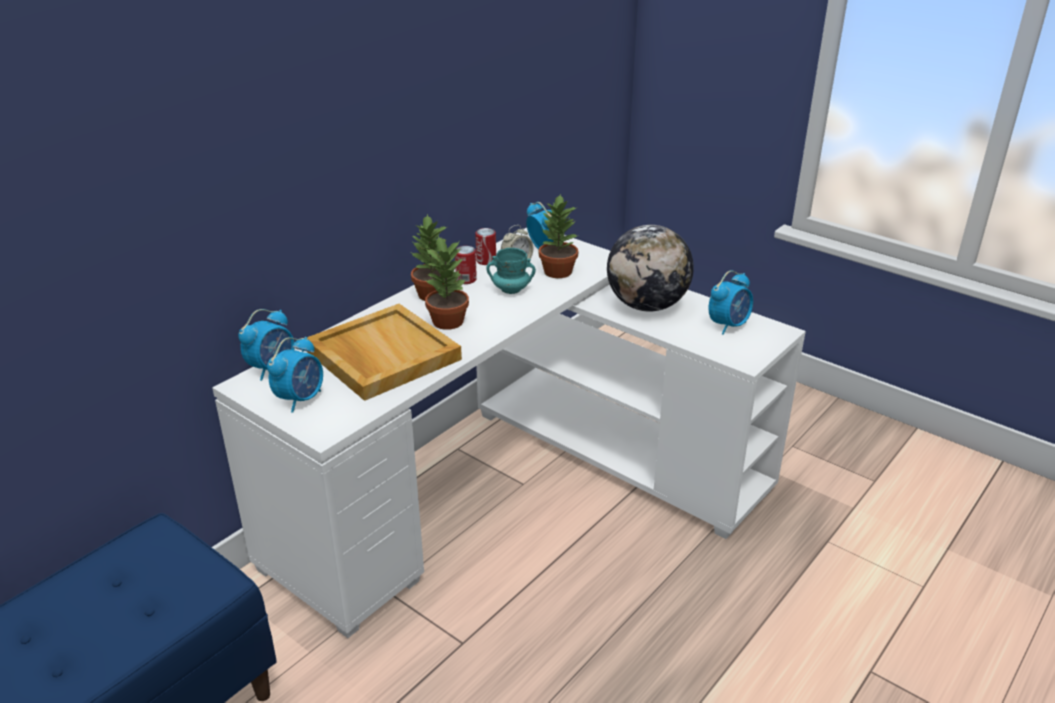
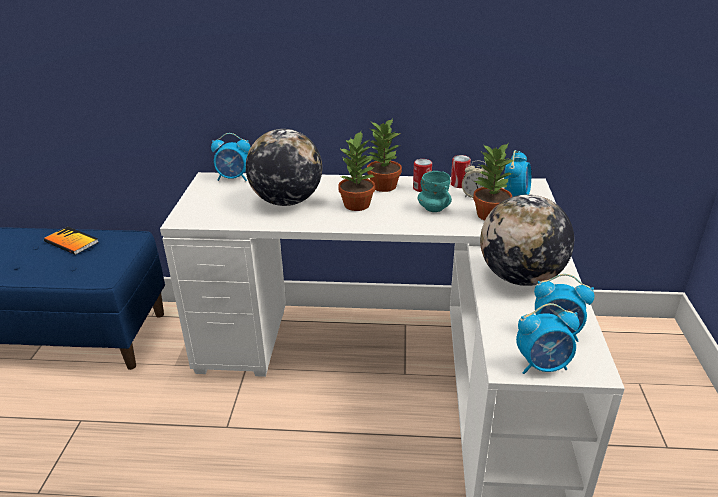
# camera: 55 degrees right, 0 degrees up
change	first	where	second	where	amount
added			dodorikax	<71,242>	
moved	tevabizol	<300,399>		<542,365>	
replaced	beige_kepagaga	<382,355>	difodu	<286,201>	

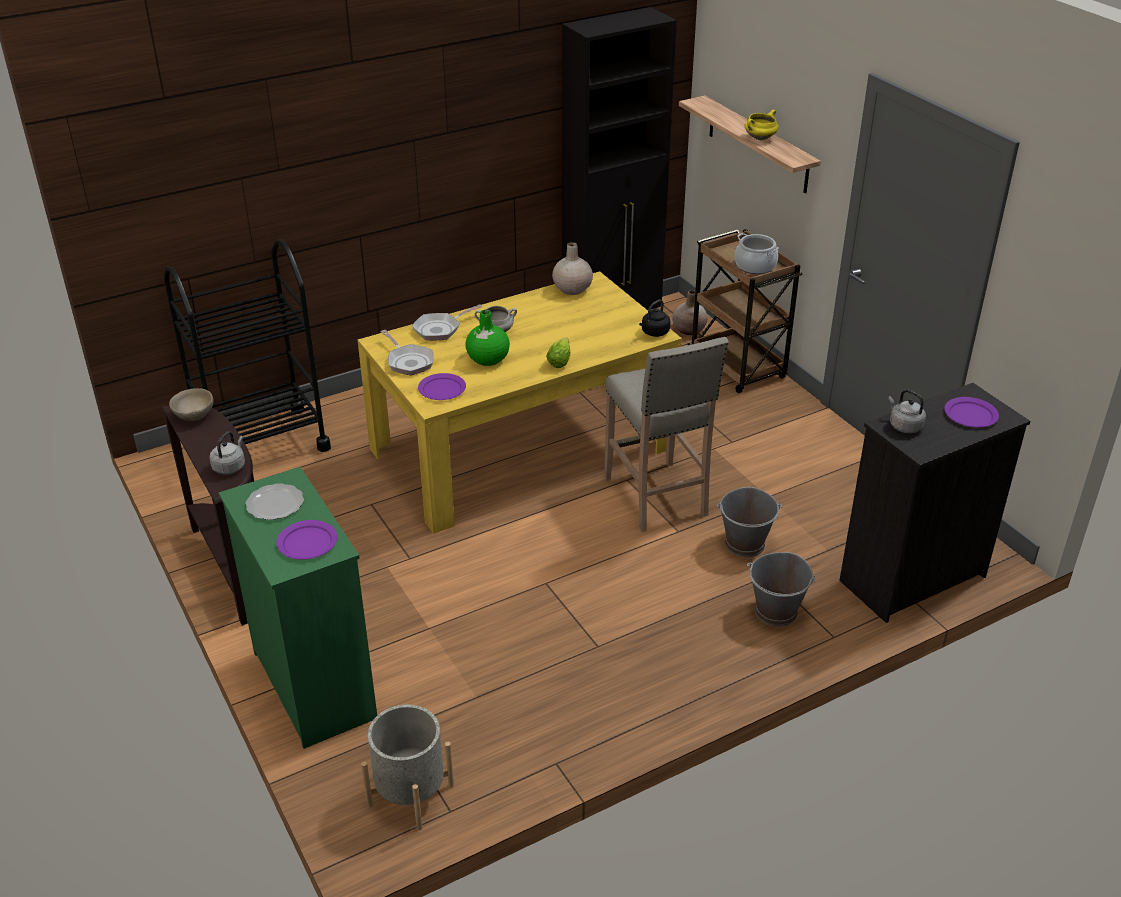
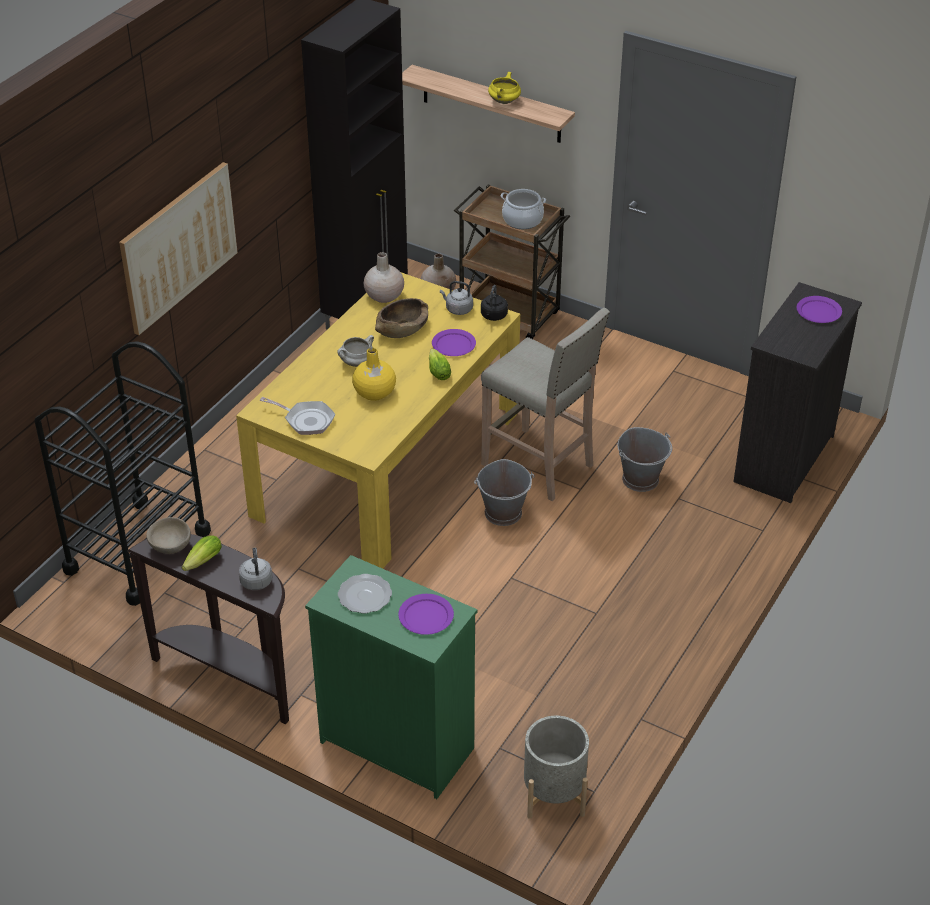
# camera: 30 degrees left, 5 degrees up
change	first	where	second	where	amount
removed	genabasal	<440,329>			
added			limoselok	<179,246>	
added			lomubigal	<201,563>	
added			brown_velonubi	<402,329>	
moved	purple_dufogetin	<442,389>		<454,344>	
moved	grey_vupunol	<776,612>		<504,513>	
moved	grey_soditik	<904,426>		<457,309>	
recoloured	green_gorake	<487,359>	yellow_gorake	<374,392>	

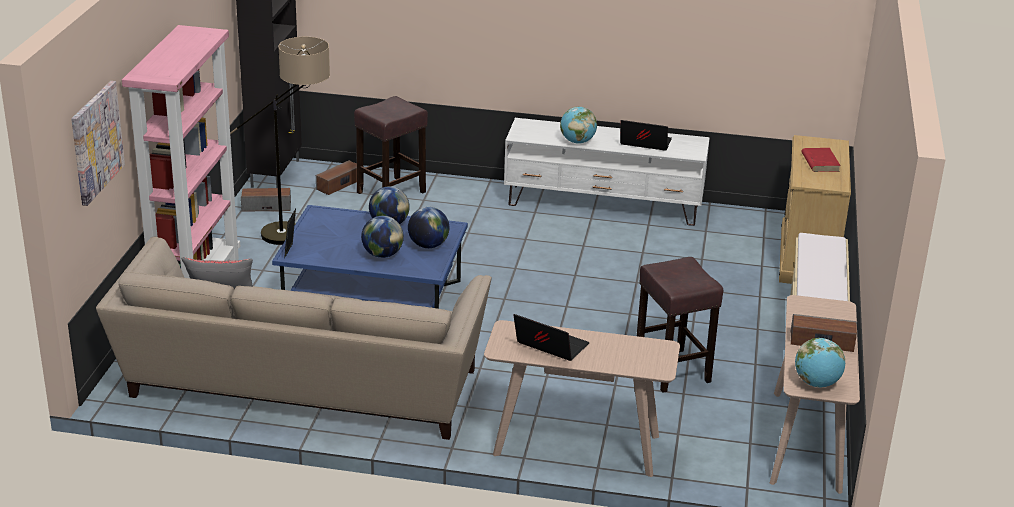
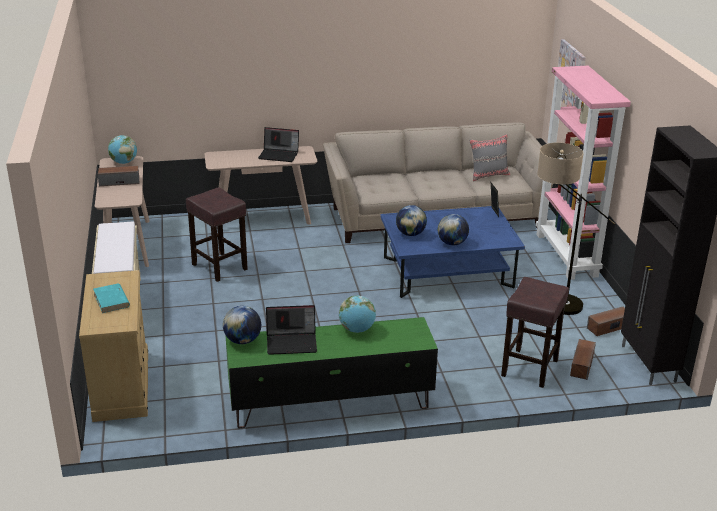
# camera: 160 degrees right, 0 degrees up
change	first	where	second	where	amount
moved	difodu	<382,254>		<242,340>	
recoloured	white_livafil	<604,204>	green_livafil	<330,402>	
recoloured	red_dodorikax	<820,162>	turquoise_dodorikax	<111,300>	

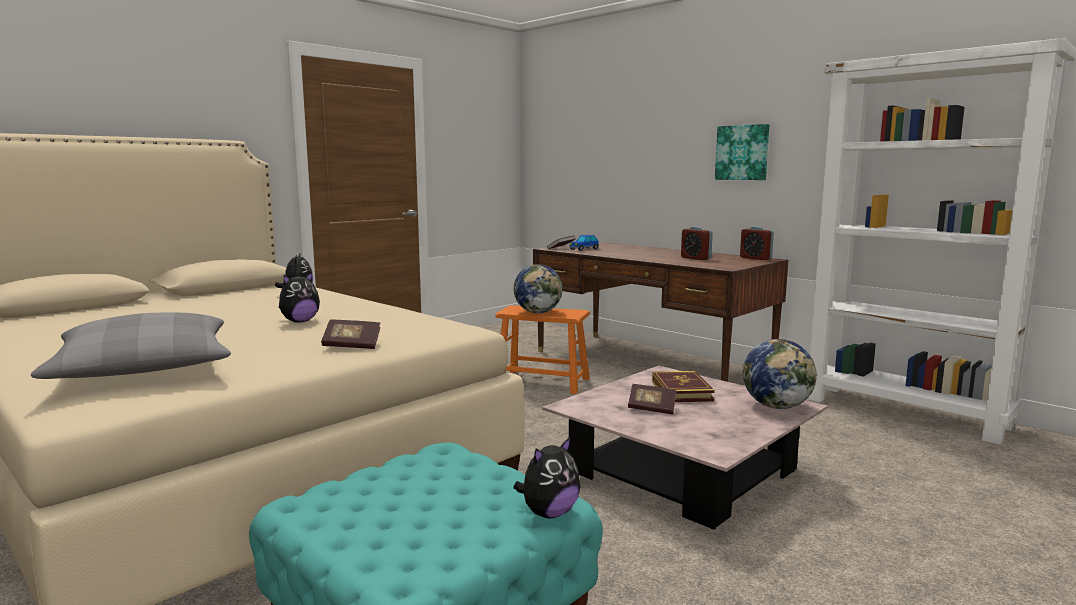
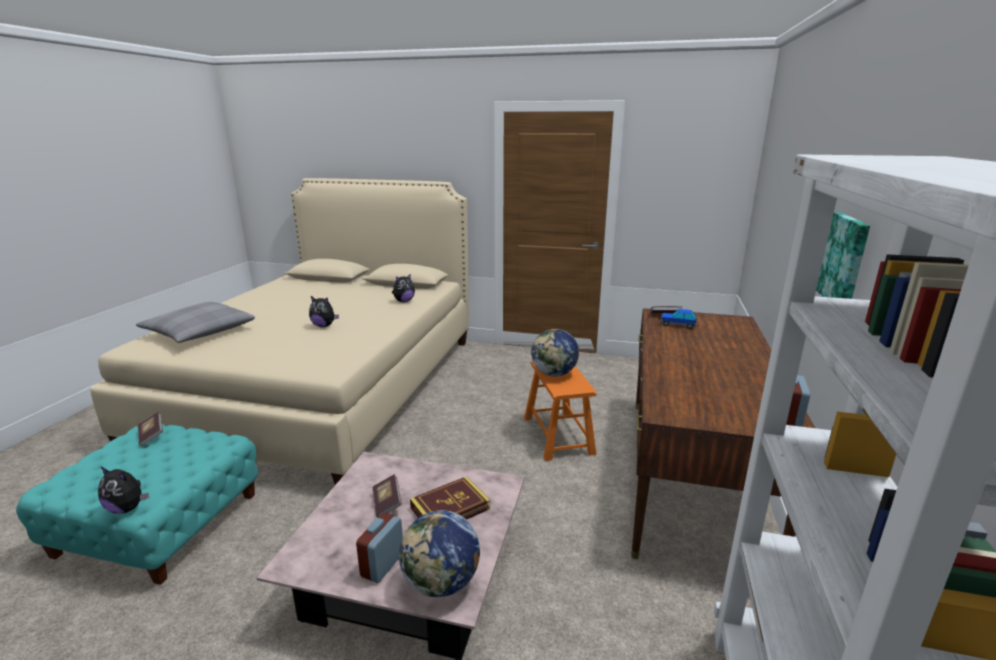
# camera: 60 degrees right, 10 degrees up
change	first	where	second	where	amount
moved	dodorikax	<352,345>		<152,435>	
moved	tevabizol	<695,258>		<382,565>	

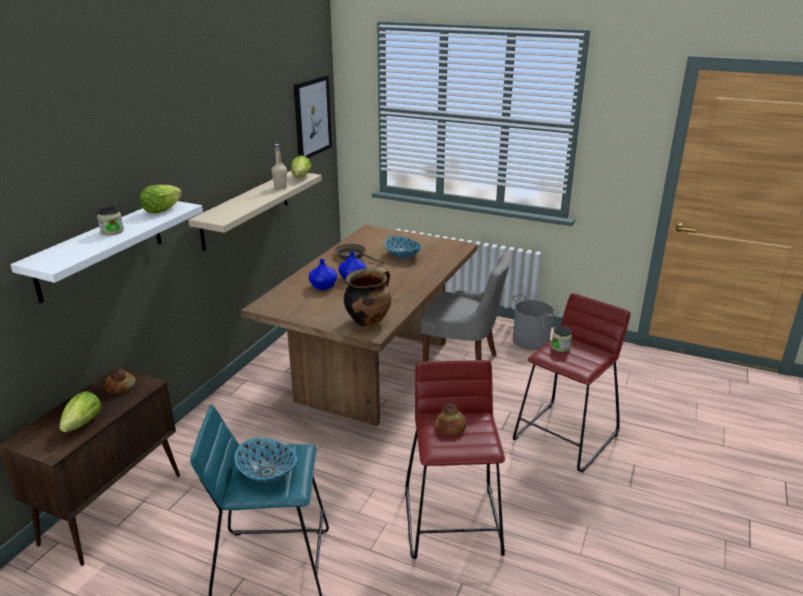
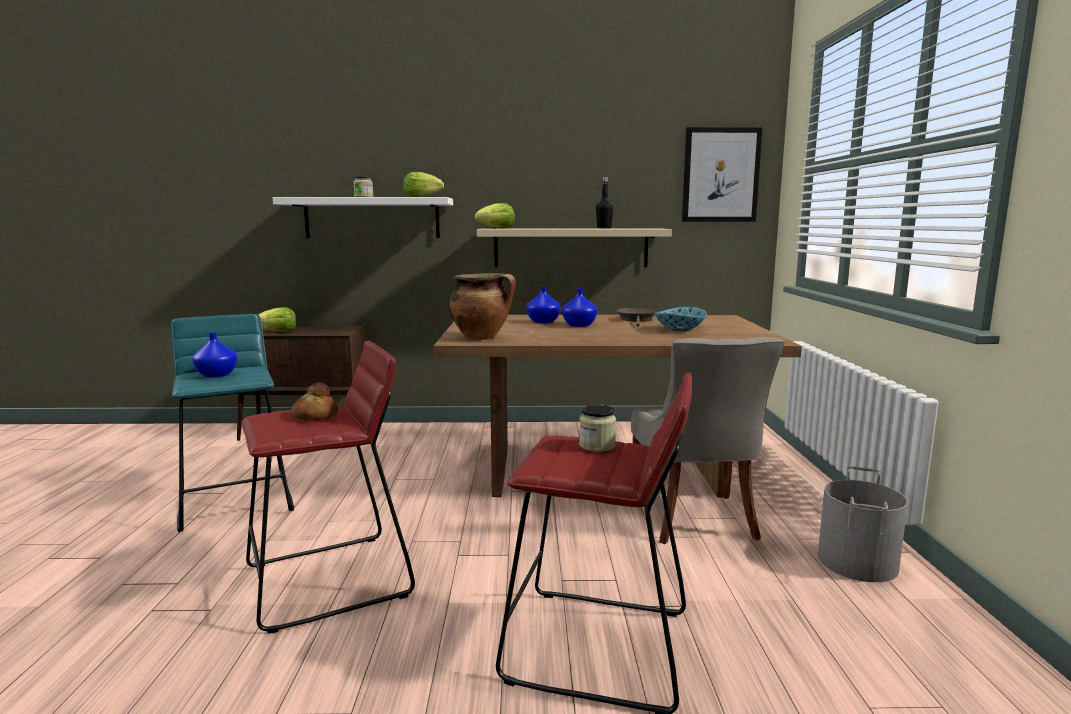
# camera: 65 degrees right, 15 degrees down
change	first	where	second	where	amount
removed	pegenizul	<120,386>			
moved	lomubigal	<301,177>		<497,228>	
replaced	velonubi	<267,473>	blue_gorake	<215,375>	
recoloured	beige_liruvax	<280,187>	black_liruvax	<604,228>	

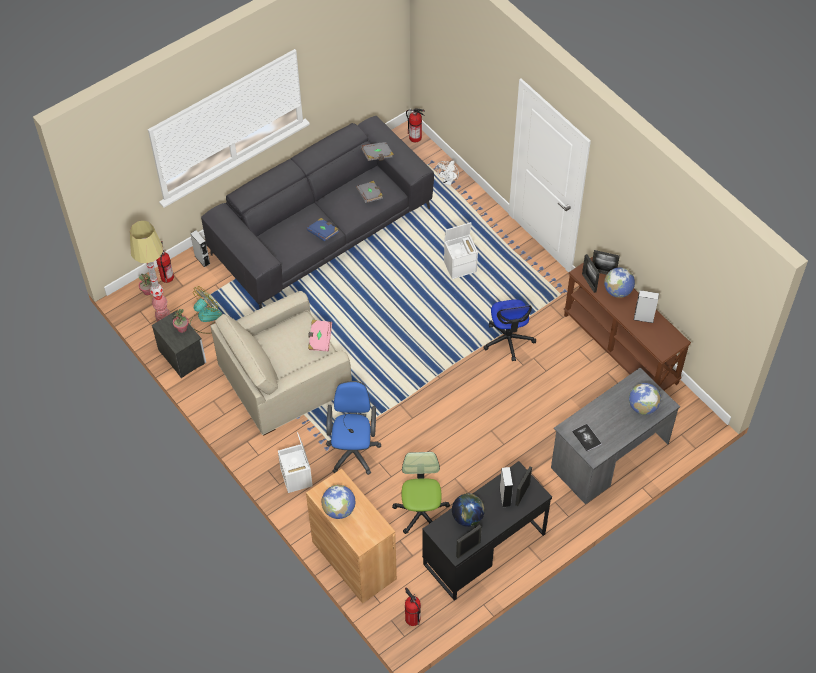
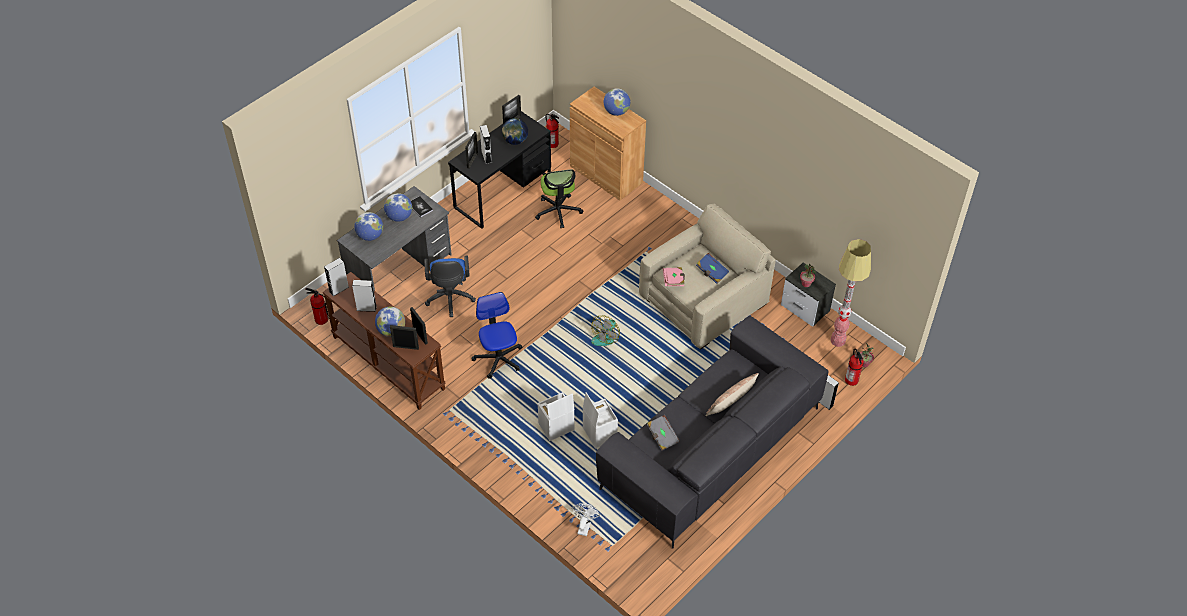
# camera: 170 degrees right, 5 degrees down
change	first	where	second	where	amount
removed	grey_dodorikax	<377,155>			
added			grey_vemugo	<339,289>	
added			difodu	<399,217>	
added			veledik	<731,402>	
moved	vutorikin	<205,318>		<606,336>	
moved	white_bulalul	<297,477>		<599,433>	
moved	blue_dodorikax	<323,233>		<711,272>	
moved	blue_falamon	<353,449>		<450,299>	
moved	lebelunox	<416,137>		<320,319>	

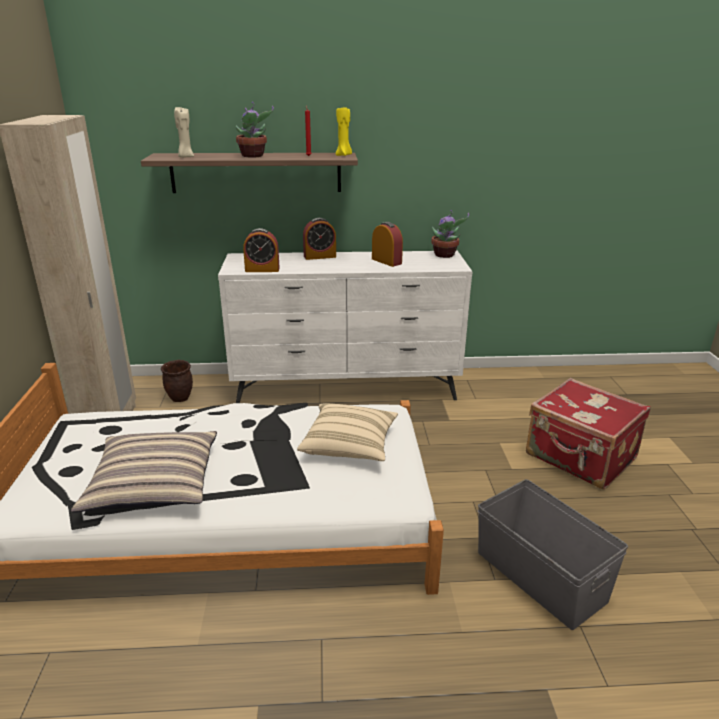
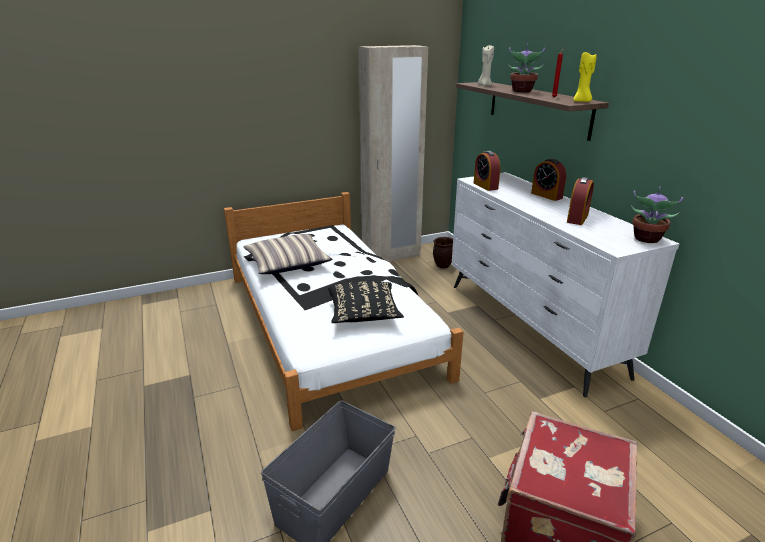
# camera: 70 degrees right, 0 degrees up
change	first	where	second	where	amount
recoloured	beige_veledik	<349,446>	black_veledik	<363,314>	

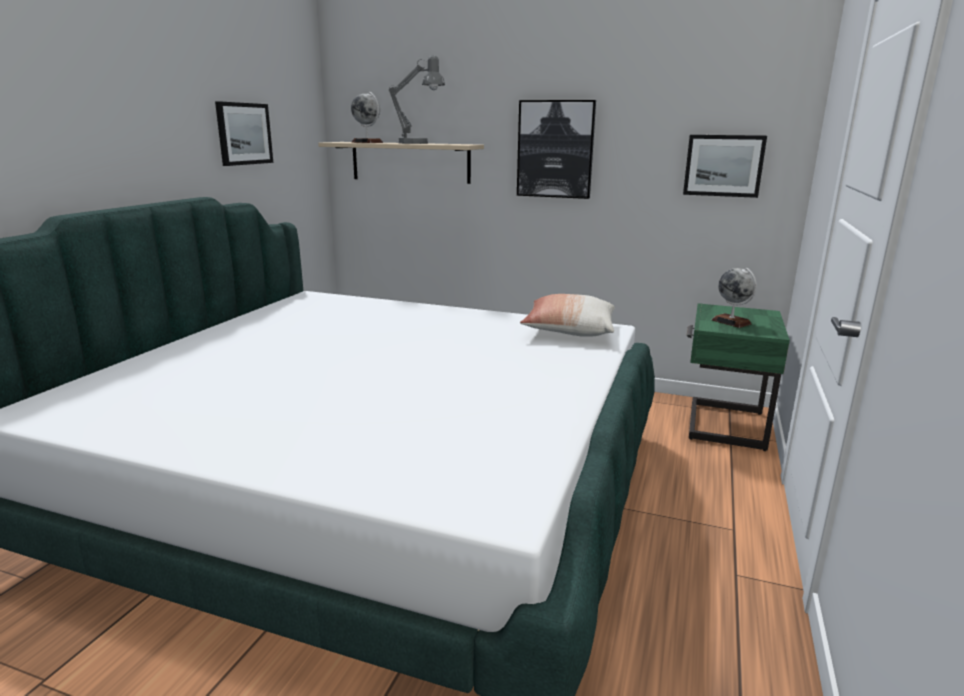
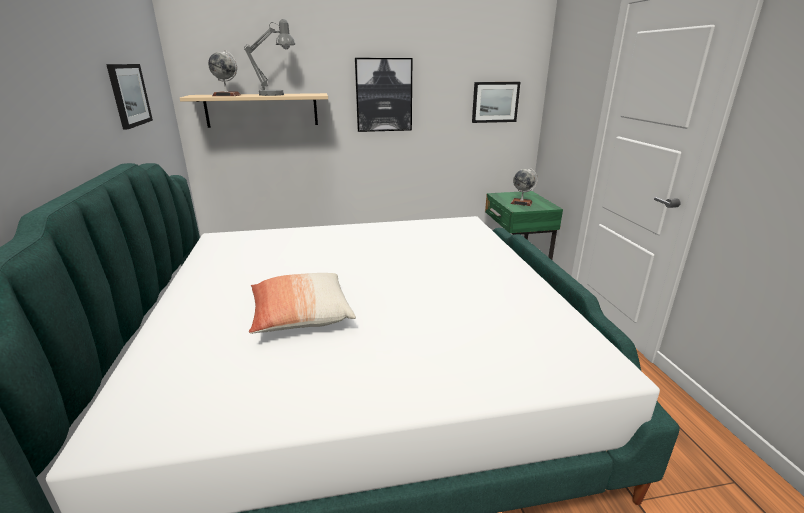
# camera: 30 degrees left, 5 degrees up
change	first	where	second	where	amount
moved	veledik	<569,331>		<301,316>	

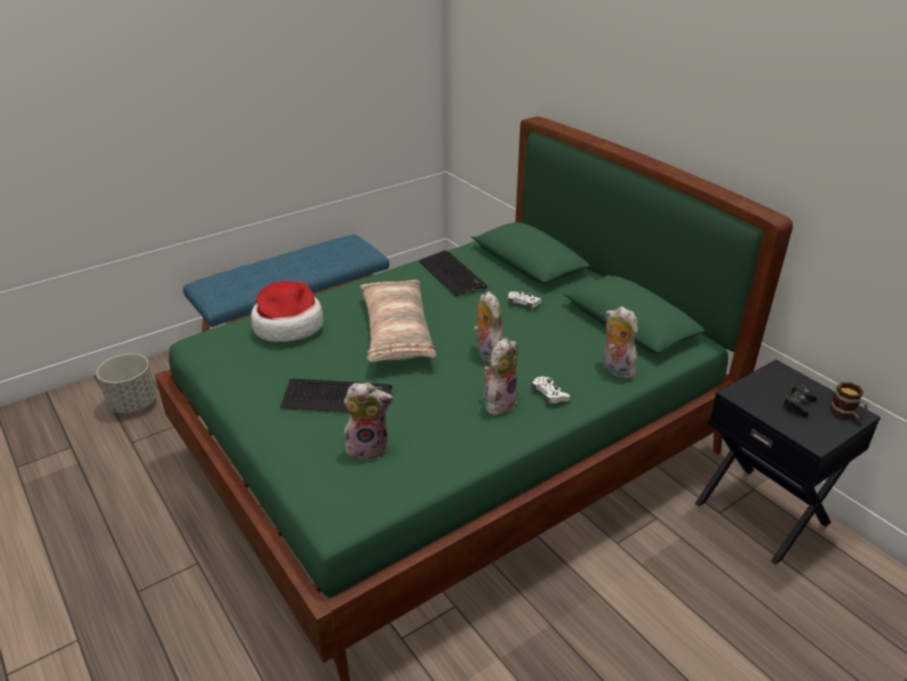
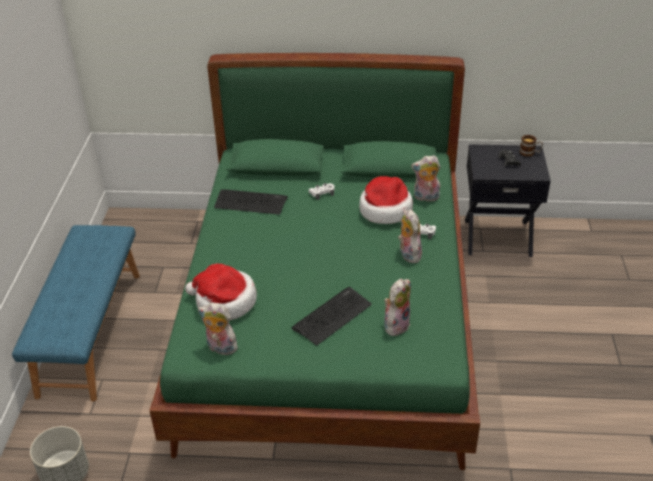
# camera: 50 degrees left, 5 degrees up
change	first	where	second	where	amount
removed	veledik	<396,332>			
added			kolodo	<385,210>	
moved	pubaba	<487,353>		<220,348>	

